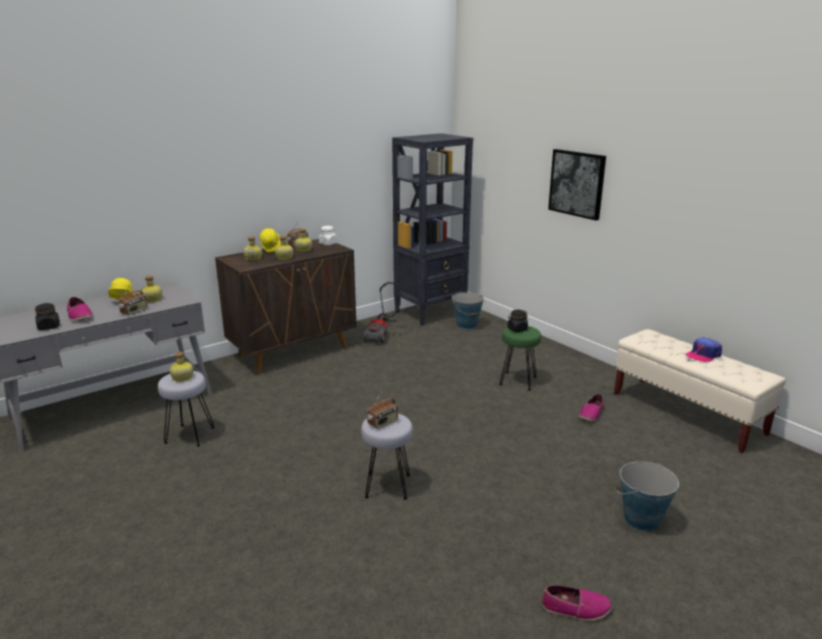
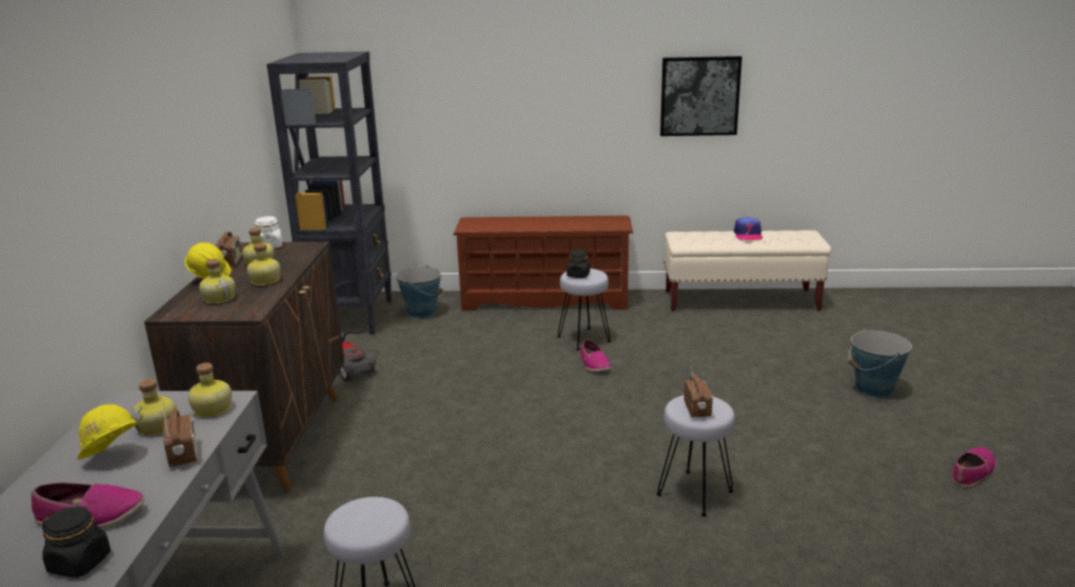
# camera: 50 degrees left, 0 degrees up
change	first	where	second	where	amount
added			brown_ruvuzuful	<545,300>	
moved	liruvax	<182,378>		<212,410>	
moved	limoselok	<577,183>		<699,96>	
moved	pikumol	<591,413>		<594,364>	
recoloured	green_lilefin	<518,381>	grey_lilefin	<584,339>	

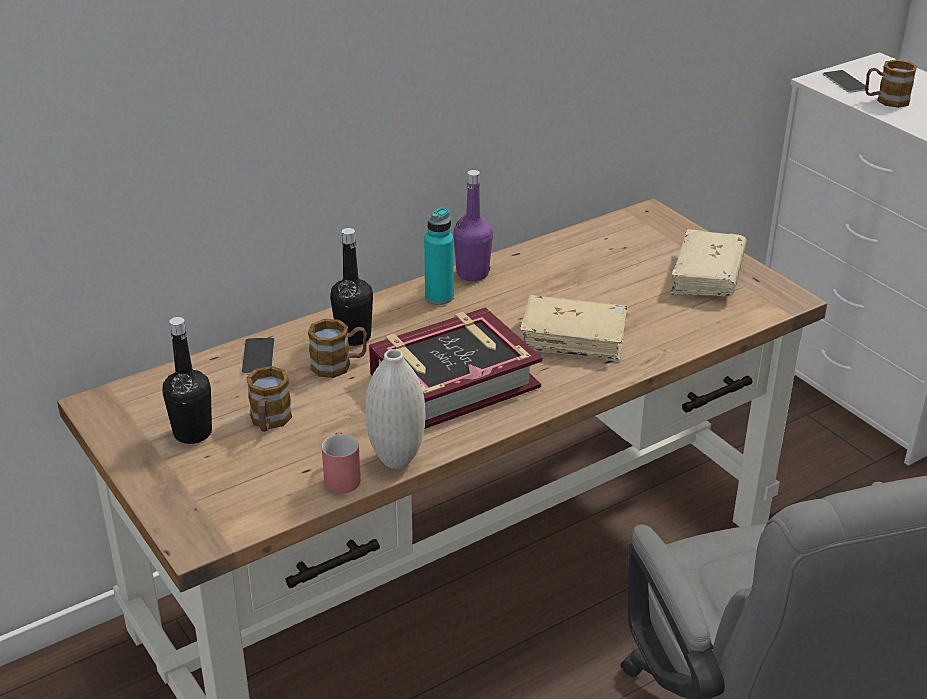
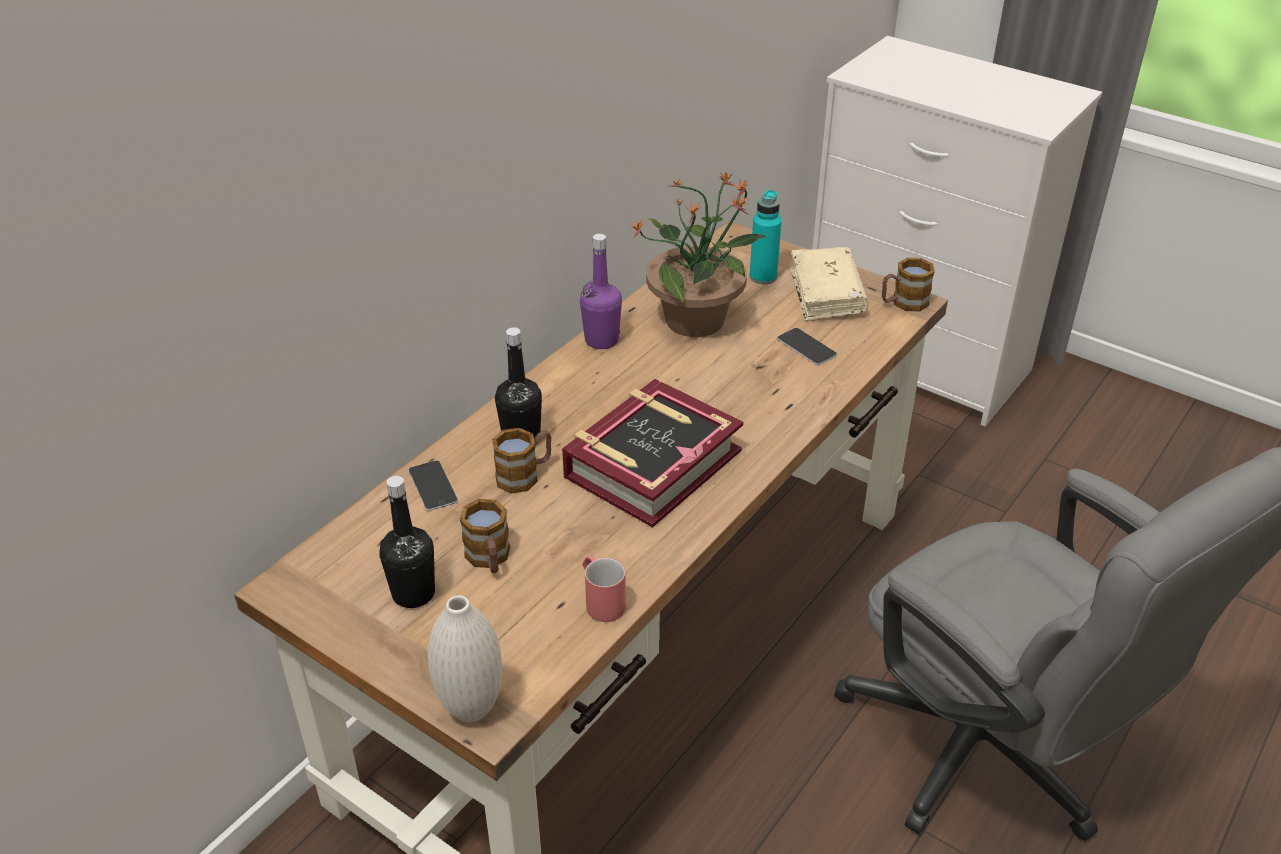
# camera: 20 degrees left, 5 degrees up
change	first	where	second	where	amount
removed	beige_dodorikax	<573,338>			
added			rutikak	<697,320>	
moved	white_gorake	<396,460>		<471,709>	
moved	turquoise_liruvax	<439,297>		<763,277>	
moved	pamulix	<845,81>		<806,347>	
moved	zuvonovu	<886,100>		<903,303>	

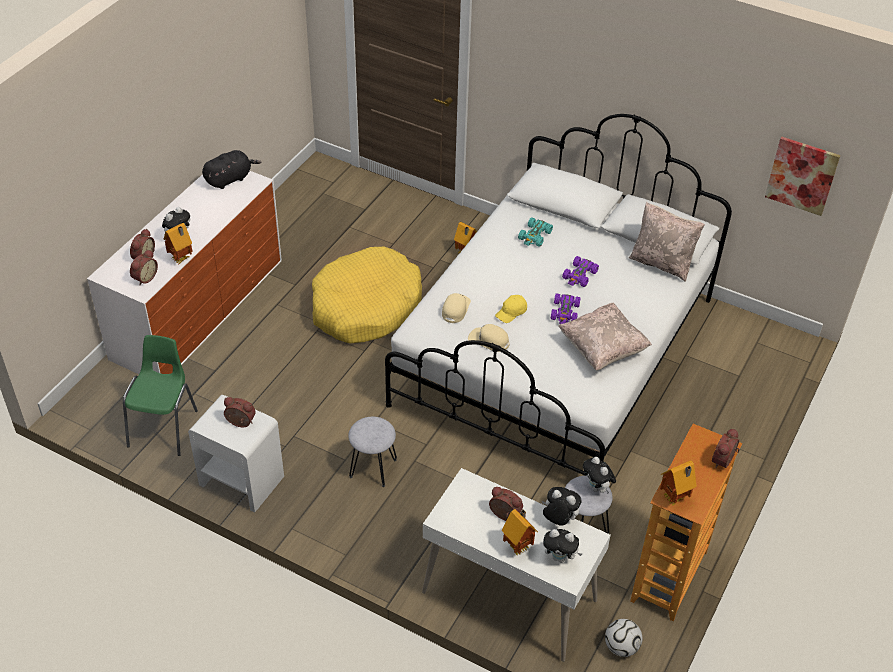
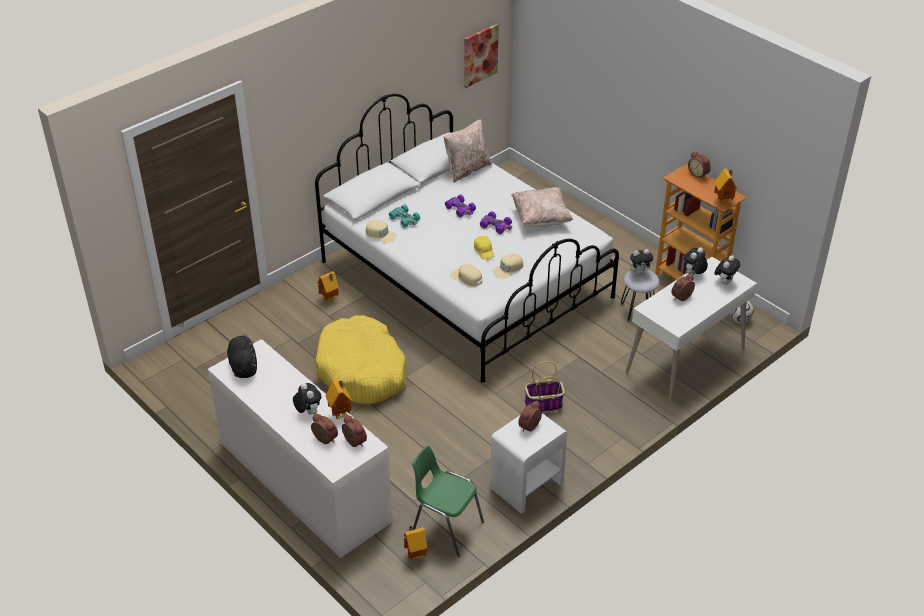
# camera: 70 degrees left, 5 degrees down
change	first	where	second	where	amount
added			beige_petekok	<380,234>	
moved	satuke	<518,546>		<415,555>	
replaced	grey_lilefin	<372,468>	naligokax	<543,404>	

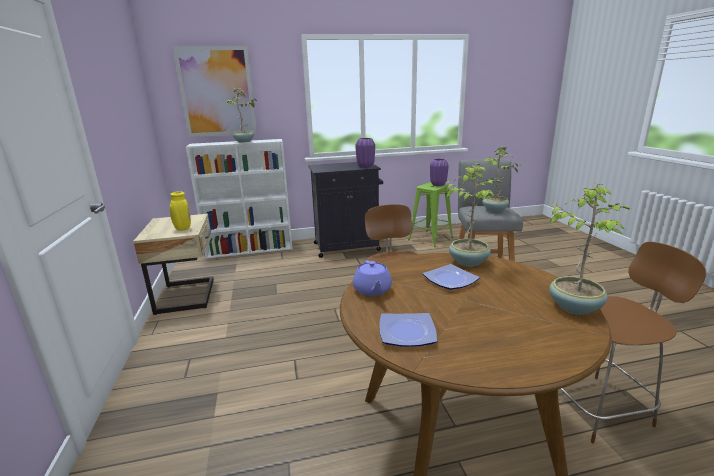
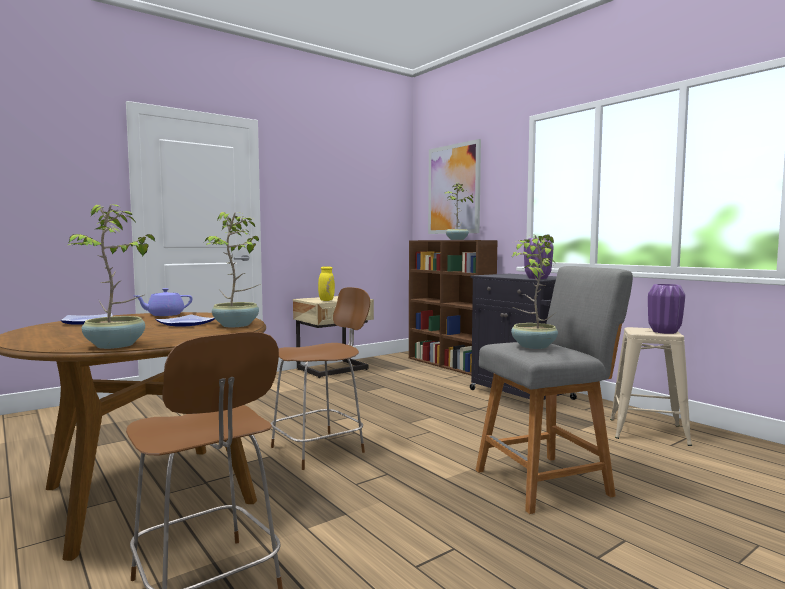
# camera: 65 degrees right, 15 degrees down
change	first	where	second	where	amount
recoloured	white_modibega	<251,249>	brown_modibega	<450,365>	
recoloured	green_lilefin	<430,238>	beige_lilefin	<647,432>	

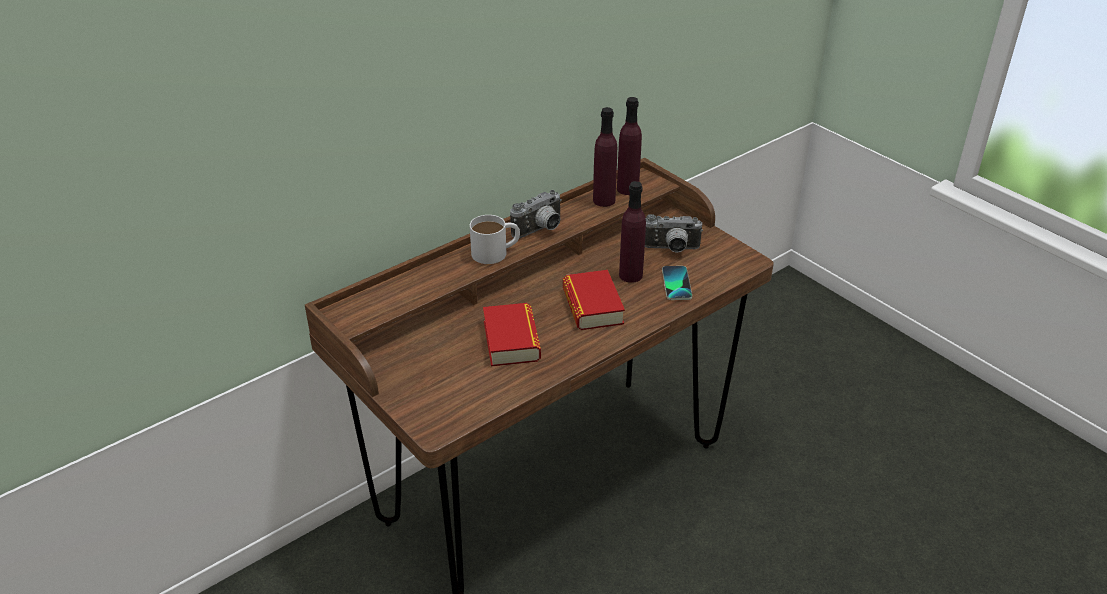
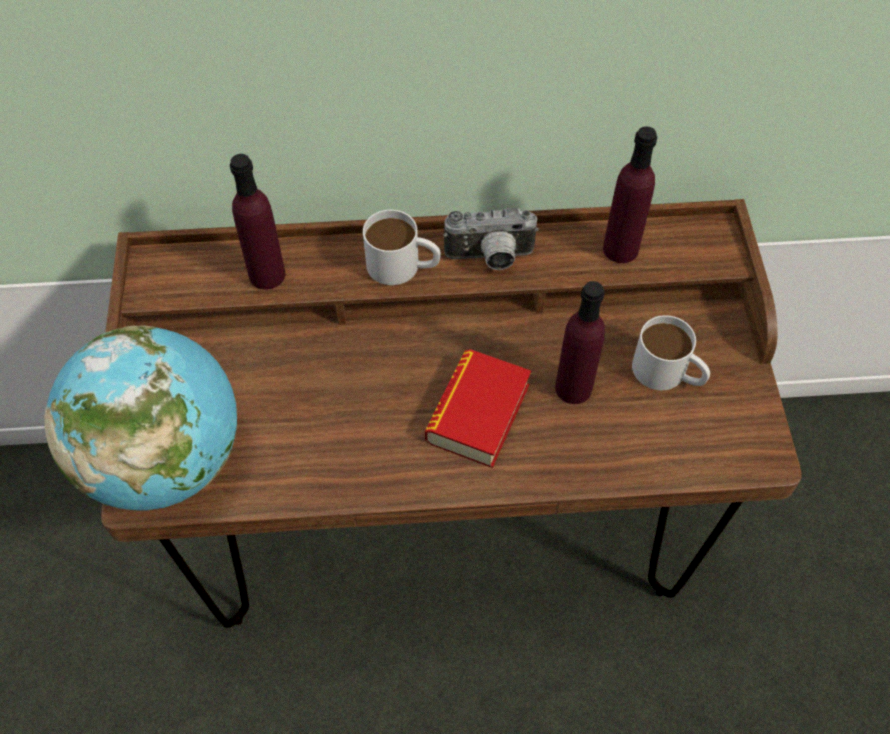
# camera: 35 degrees right, 20 degrees up
change	first	where	second	where	amount
removed	dodorikax	<511,341>			
removed	pamulix	<676,284>			
added			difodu	<165,460>	
moved	purple_liruvax	<627,189>		<267,274>	
replaced	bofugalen	<671,249>	white_zuvonovu	<668,373>	

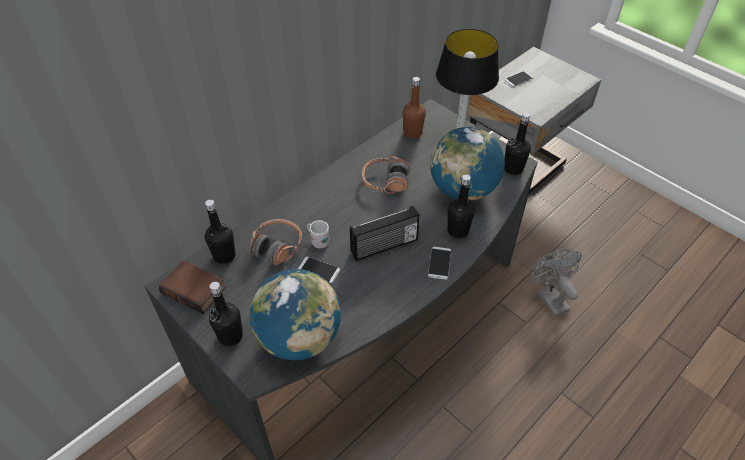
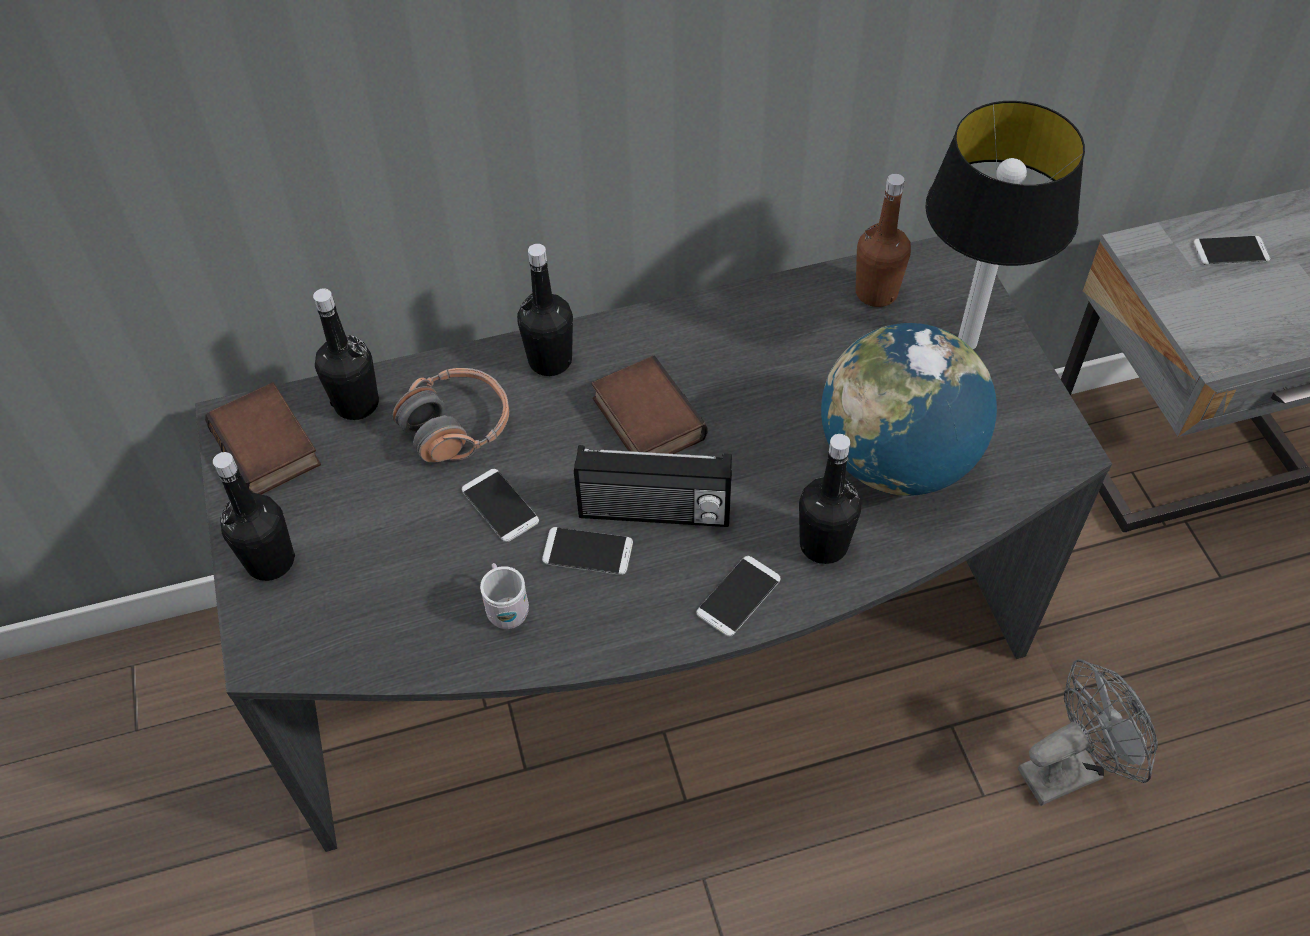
# camera: 30 degrees right, 5 degrees up
change	first	where	second	where	amount
removed	difodu	<299,338>			
removed	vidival	<385,182>			
added			pamulix	<587,552>	
added			dodorikax	<644,419>	
moved	white_zuvonovu	<318,241>		<506,608>	
moved	black_liruvax	<513,168>		<550,360>	
turned	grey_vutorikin	<549,298>		<1070,768>	60 degrees clockwise

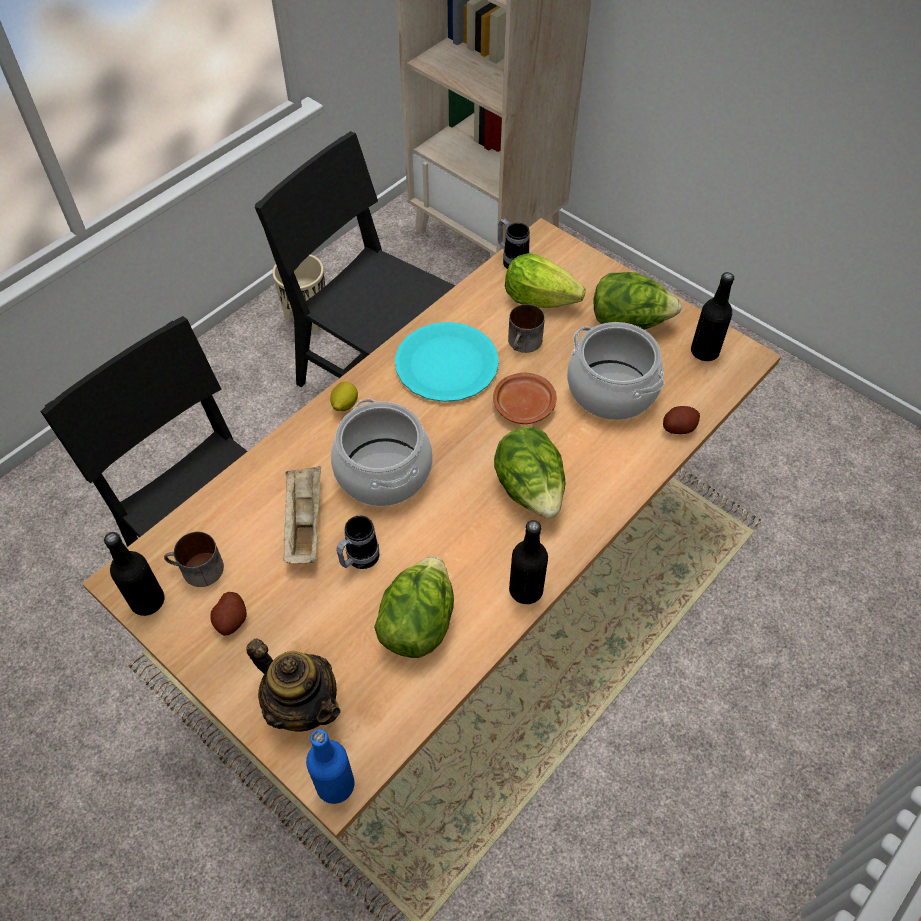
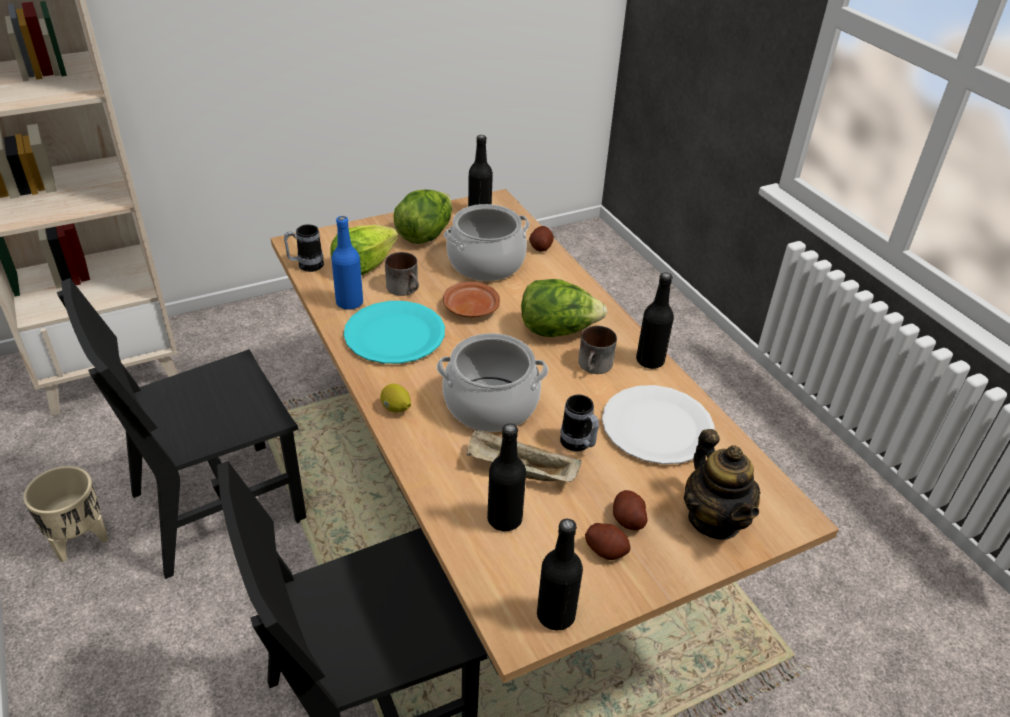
# camera: 70 degrees left, 15 degrees down
change	first	where	second	where	amount
added			black_liruvax	<504,519>	
added			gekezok	<628,519>	
moved	zuvonovu	<197,570>		<595,366>	
moved	blue_liruvax	<335,785>		<349,303>	
replaced	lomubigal	<417,623>	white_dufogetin	<657,427>	
turned	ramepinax	<303,705>		<714,519>	105 degrees clockwise

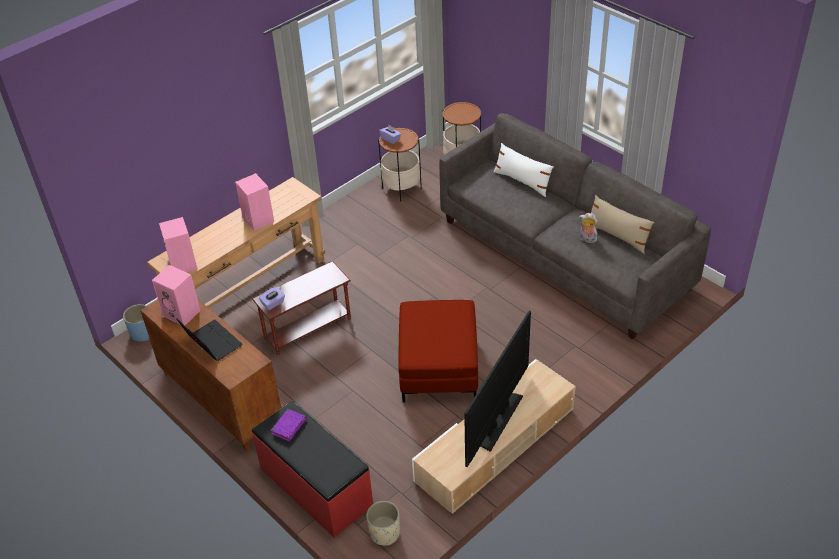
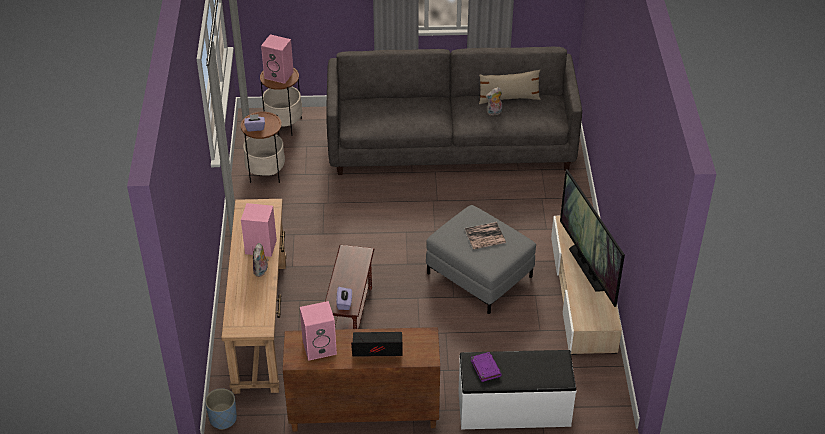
# camera: 50 degrees left, 0 degrees up
change	first	where	second	where	amount
removed	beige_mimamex	<384,533>			
removed	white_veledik	<522,181>			
added			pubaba	<261,271>	
added			dodorikax	<485,236>	
moved	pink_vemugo	<184,264>		<279,75>	
recoloured	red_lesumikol	<315,487>	white_lesumikol	<514,409>	
recoloured	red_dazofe	<438,367>	grey_dazofe	<478,275>	

